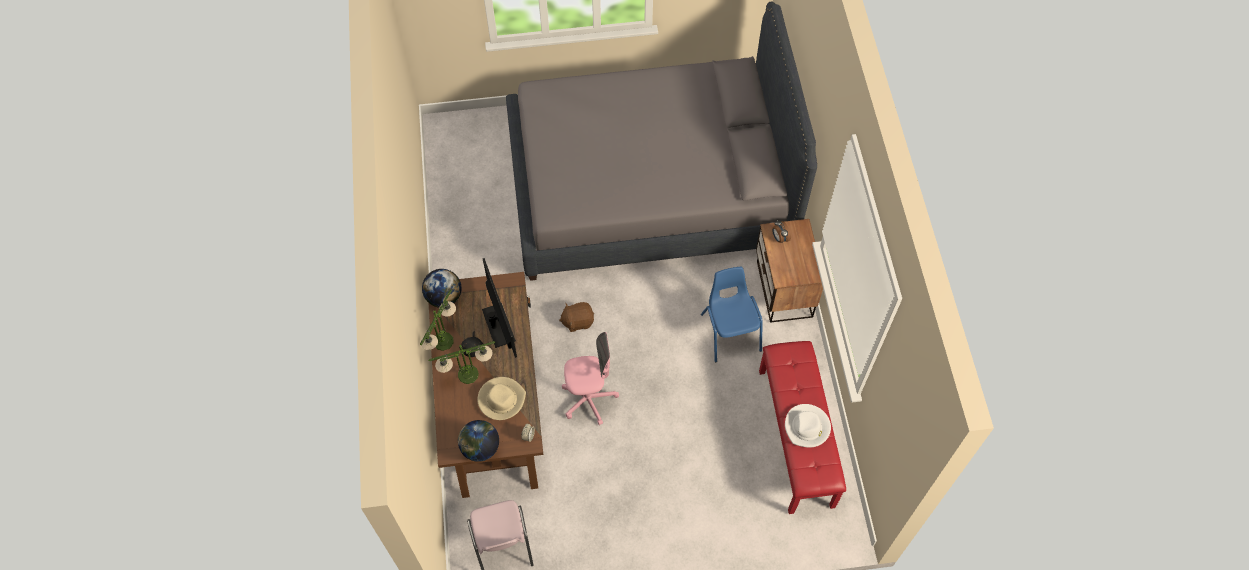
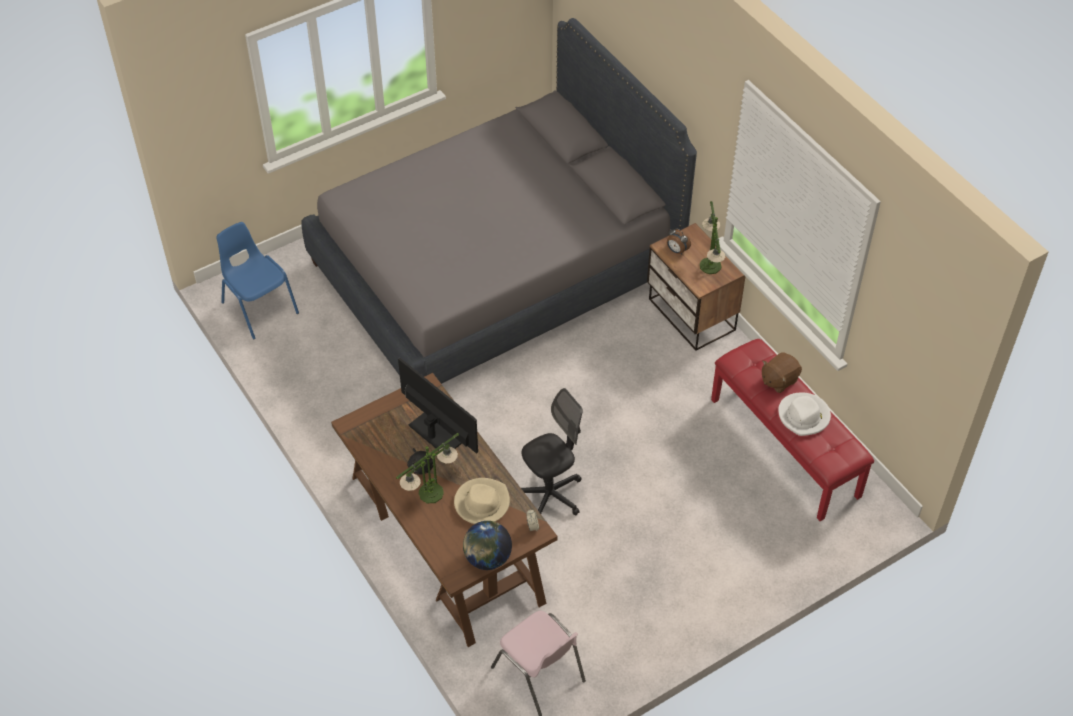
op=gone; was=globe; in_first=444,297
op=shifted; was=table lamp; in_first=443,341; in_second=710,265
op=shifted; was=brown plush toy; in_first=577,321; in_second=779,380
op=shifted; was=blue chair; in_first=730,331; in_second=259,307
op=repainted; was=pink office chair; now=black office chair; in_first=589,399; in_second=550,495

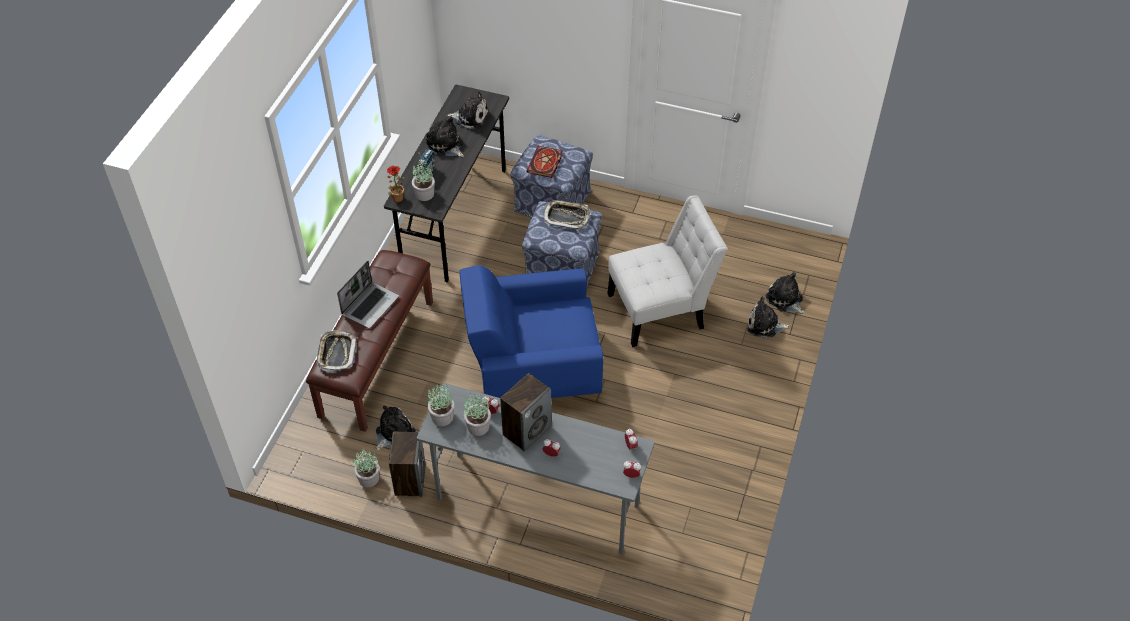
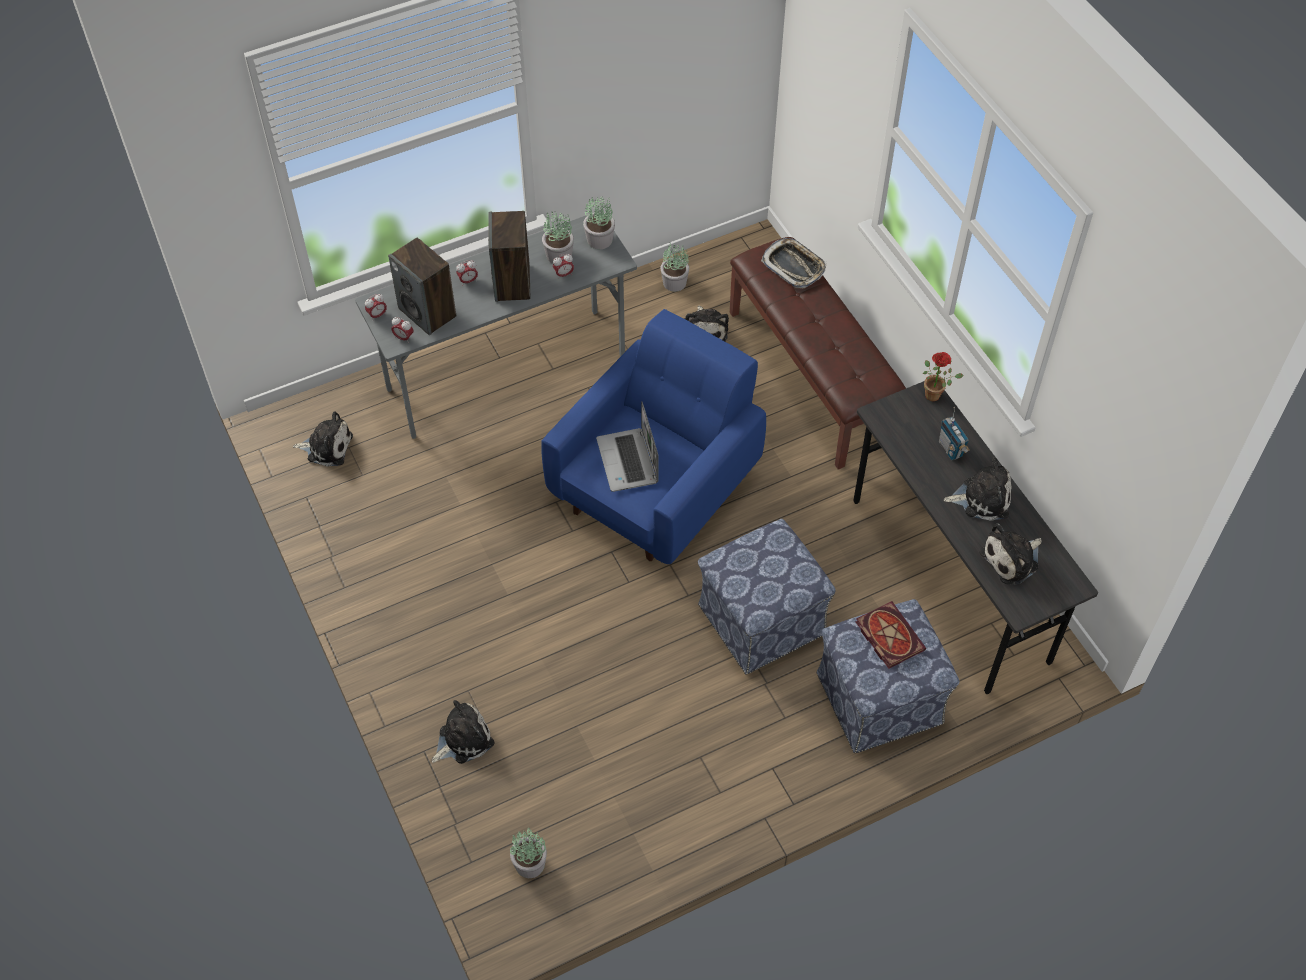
op=gone; was=tray; in_first=566,217
op=gone; was=white chair; in_first=661,310
op=shifted; was=laptop; in_first=370,305; in_second=628,462
op=shifted; was=speaker; in_first=410,480; in_second=428,312
op=shifted; was=potted plant; in_first=425,194; in_second=529,864
op=shifted; was=plush toy; in_first=785,300; in_second=327,447

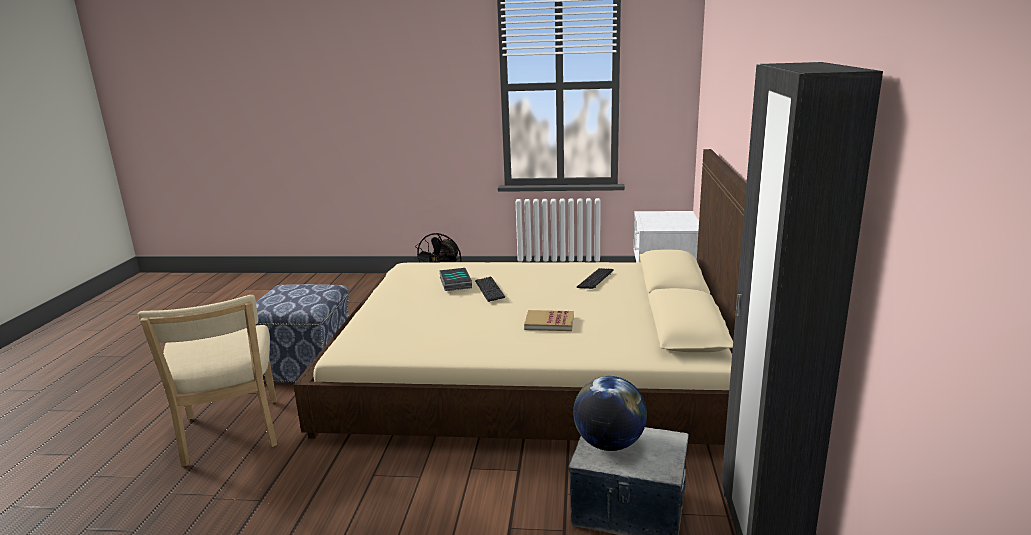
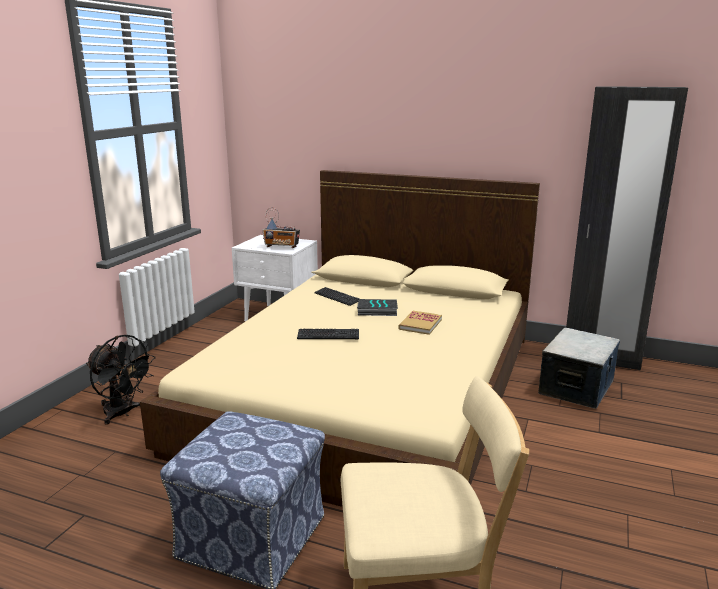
op=gone; was=globe; in_first=609,444
op=new; now=radio; in_second=282,247
op=shifted; was=book; in_first=454,282; in_second=377,311

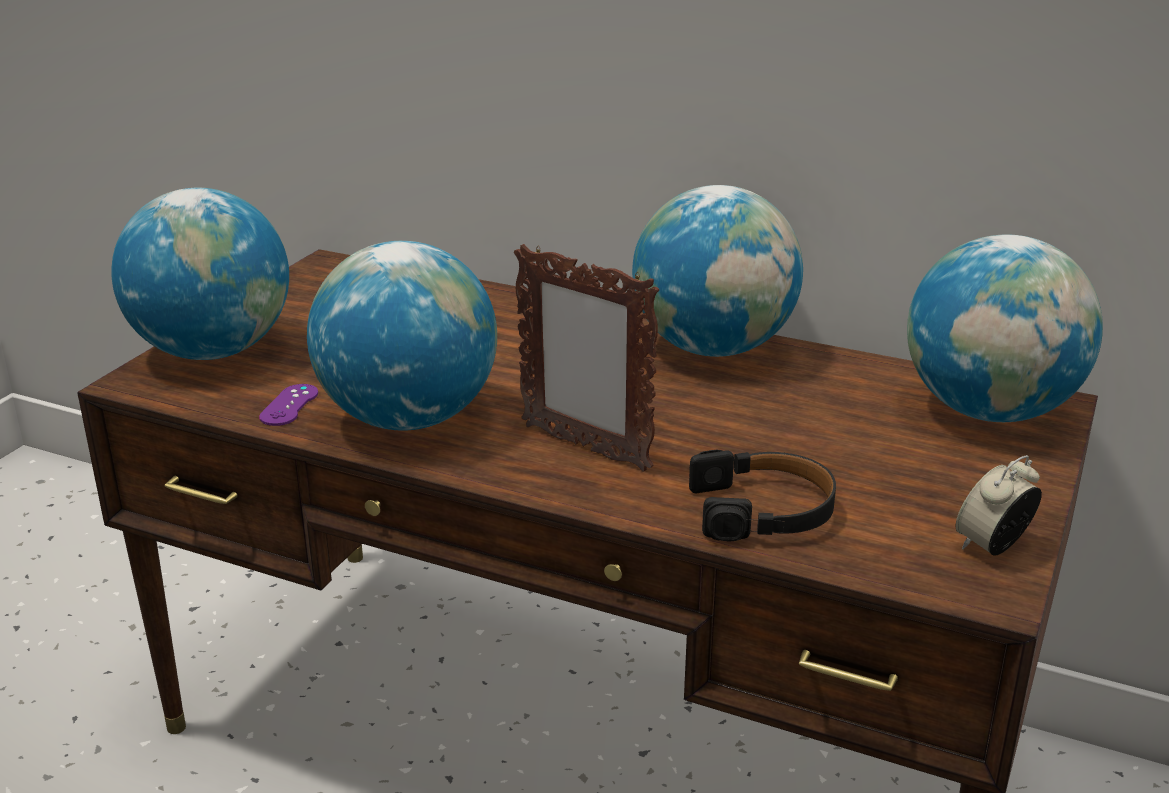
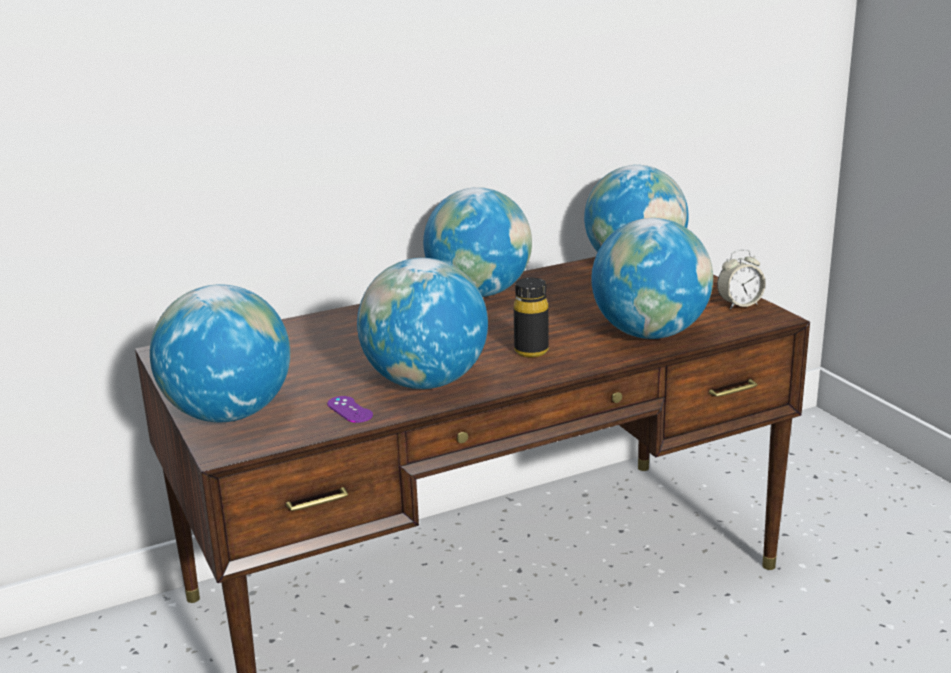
op=swapped; was=picture frame; now=black bottle; in_first=584,447; in_second=531,351
op=swapped; was=black headphones; now=globe; in_first=763,510; in_second=650,334
op=rotated; was=alarm clock; in_first=992,546; in_second=739,304; clockwise=-105

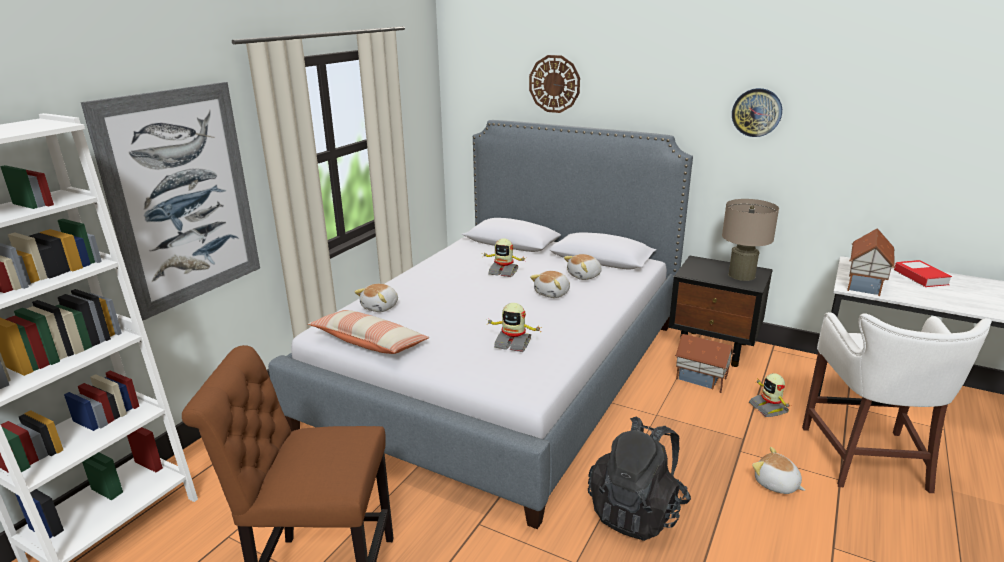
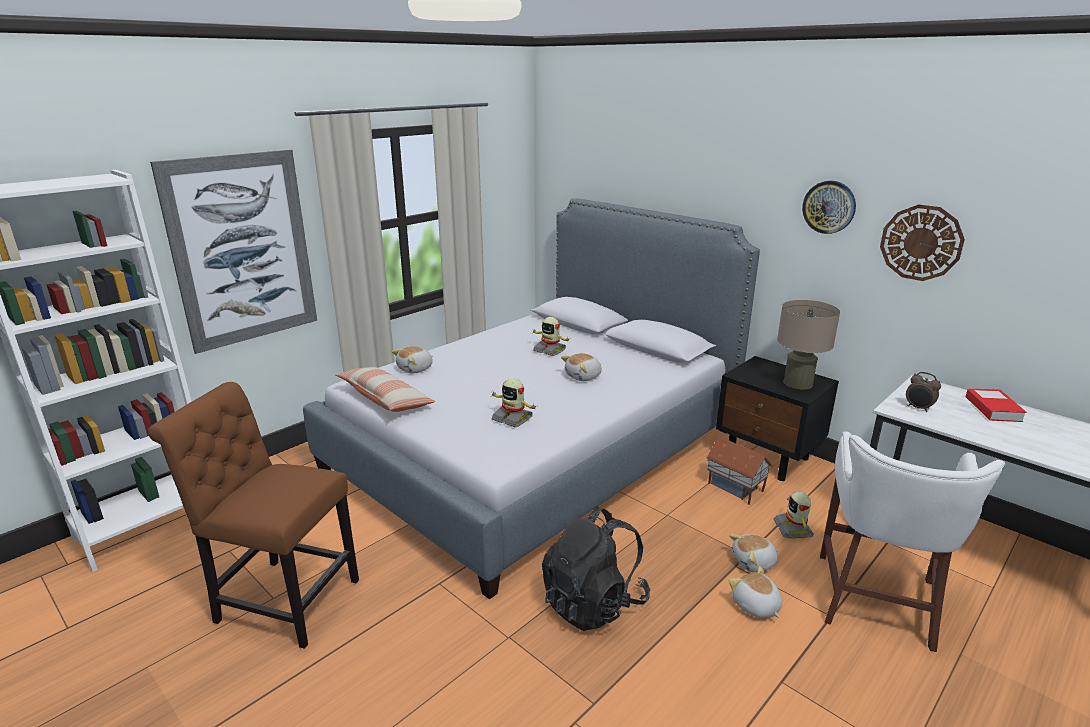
op=shifted; was=wall clock; in_first=554,84; in_second=921,242
op=shifted; was=plush toy; in_first=584,276; in_second=754,563
op=swapped; was=toy house; now=alarm clock; in_first=866,284; in_second=918,408

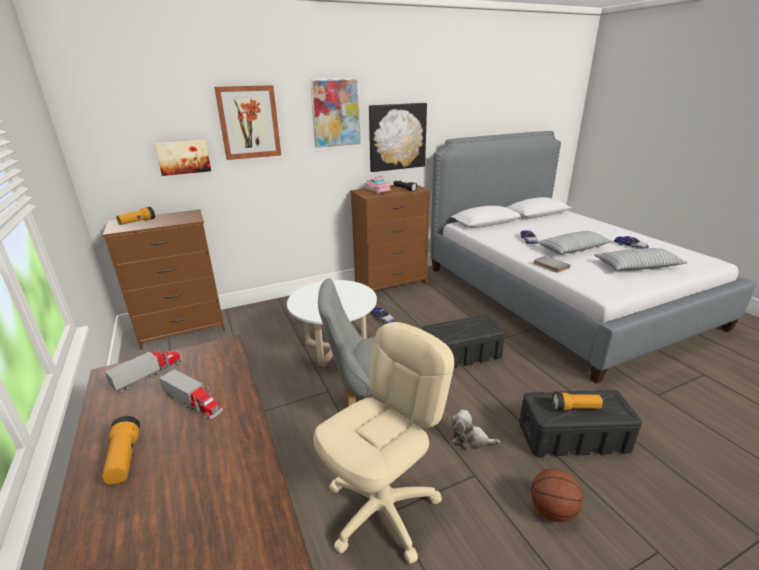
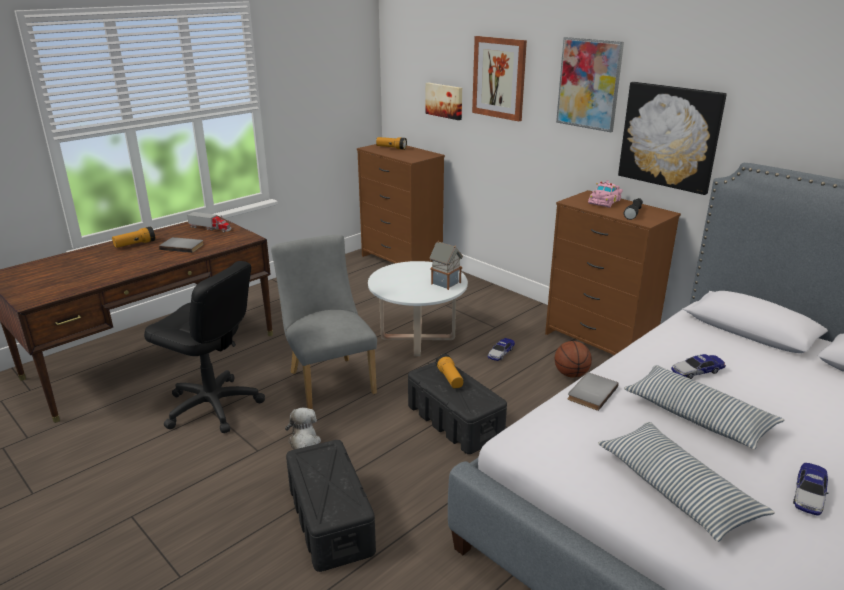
op=new; now=toy house; in_second=445,283
op=shifted; was=basketball; in_first=552,510; in_second=571,374
op=shifted; was=flashlight; in_first=575,408; in_second=449,378
op=swapped; was=toy truck; now=grey book; in_first=193,402; in_second=183,246
op=repainted; was=beige office chair; now=black office chair; in_first=383,509; in_second=213,406

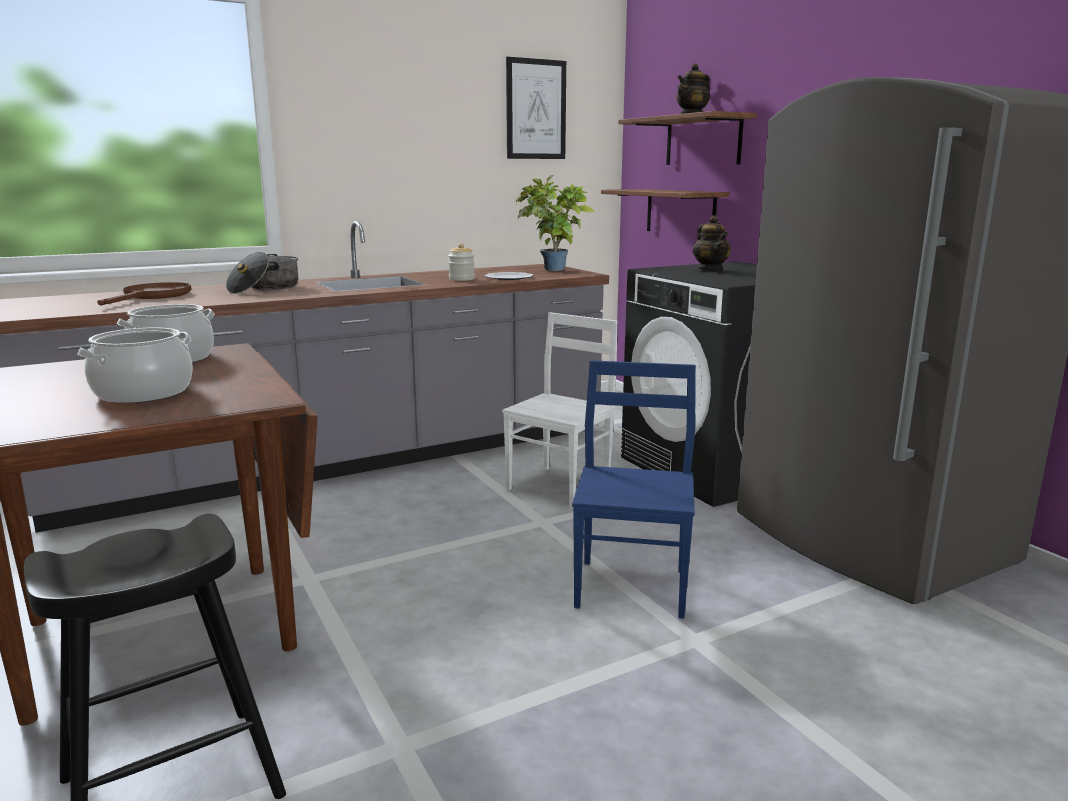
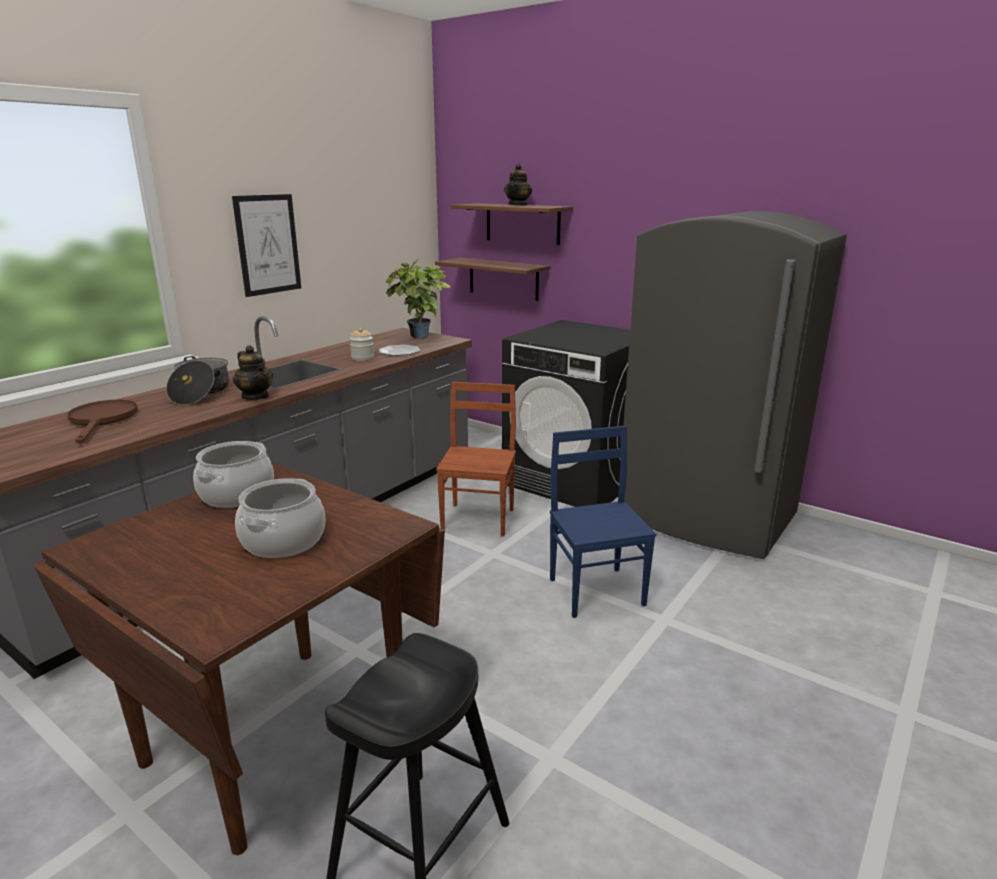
op=shifted; was=picture; in_first=536,109; in_second=268,244
op=shifted; was=teapot; in_first=710,270; in_second=256,396
op=repainted; was=white chair; now=brown chair; in_first=560,486; in_second=479,519

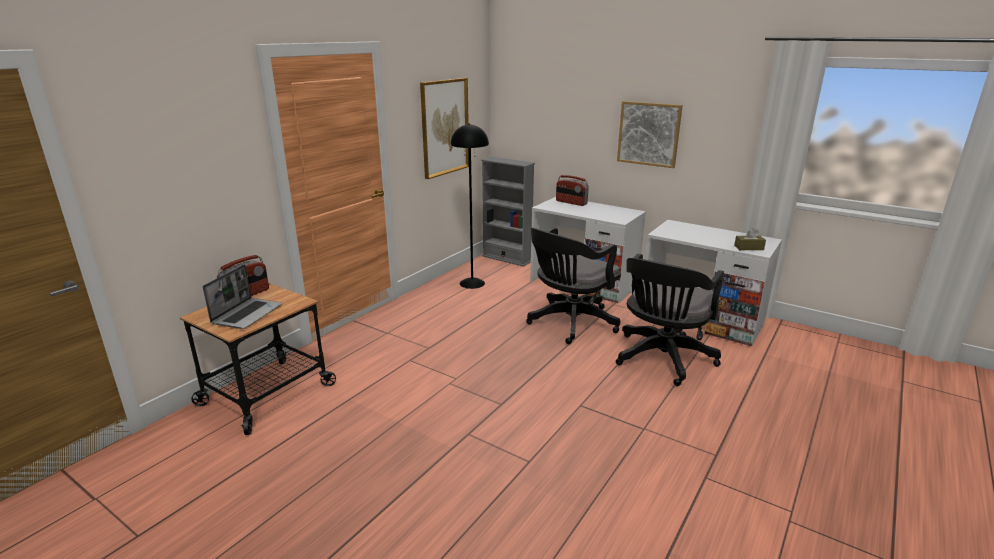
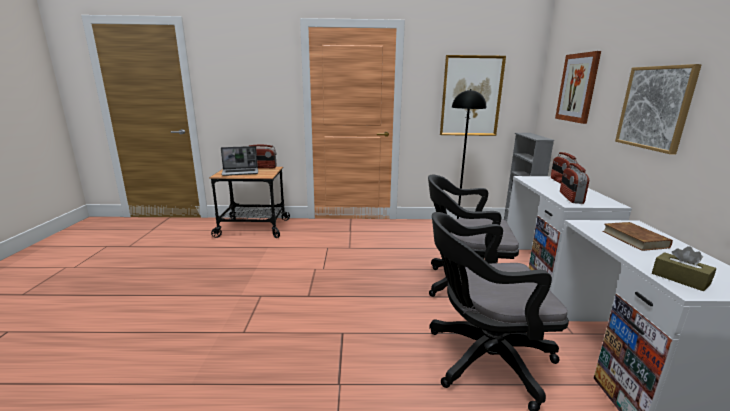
op=new; now=picture; in_second=577,88
op=new; now=radio; in_second=570,198
op=new; now=brown book; in_second=634,239

